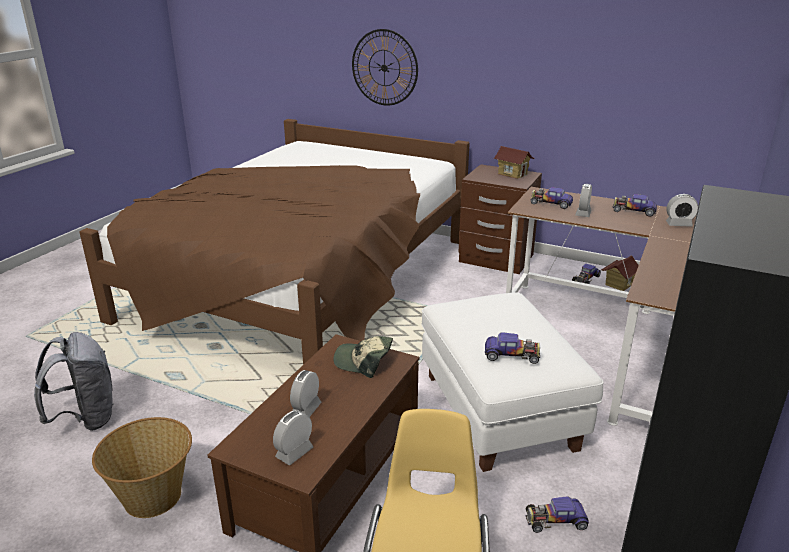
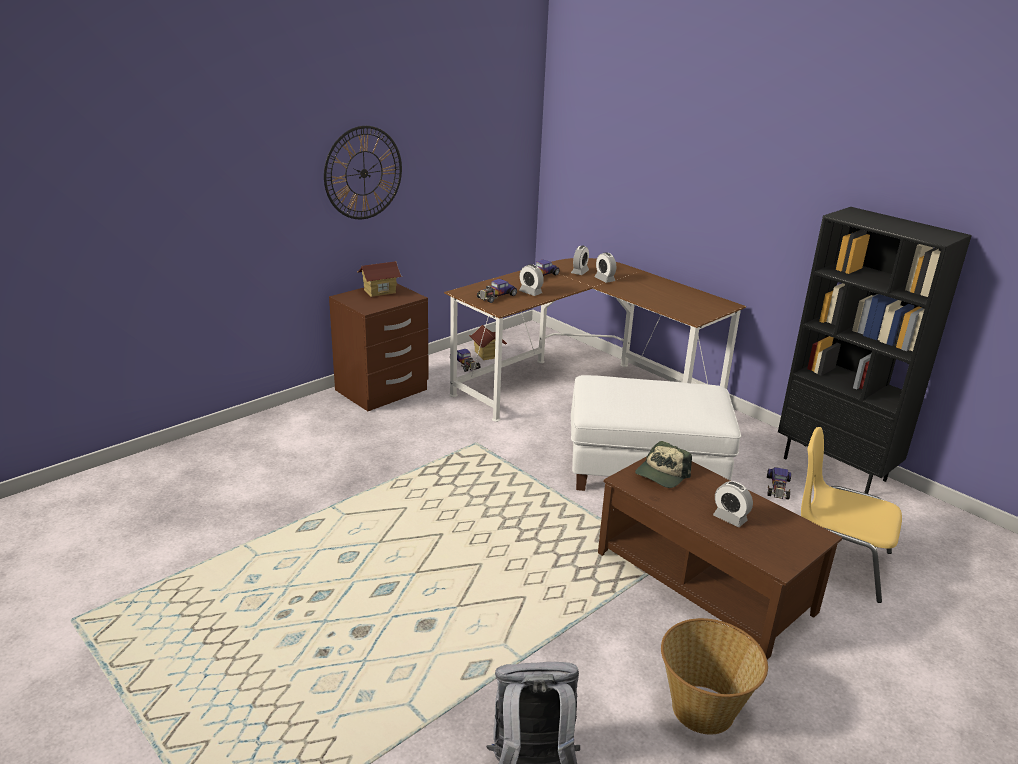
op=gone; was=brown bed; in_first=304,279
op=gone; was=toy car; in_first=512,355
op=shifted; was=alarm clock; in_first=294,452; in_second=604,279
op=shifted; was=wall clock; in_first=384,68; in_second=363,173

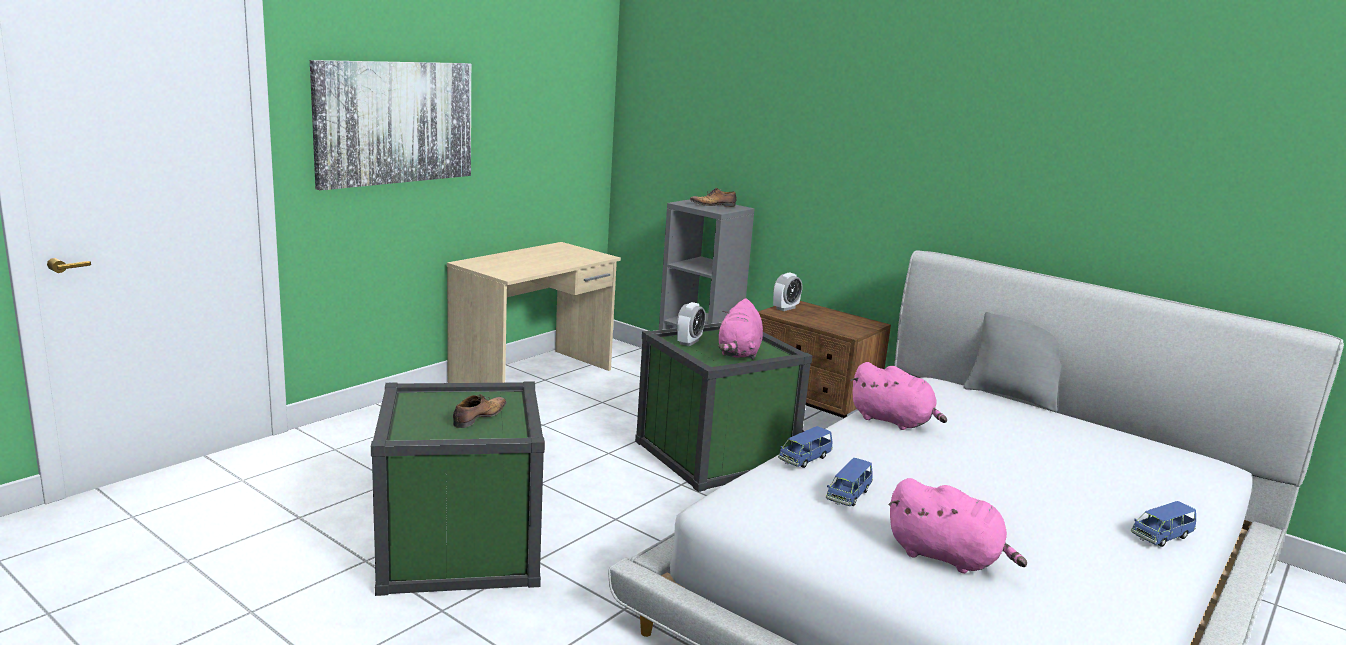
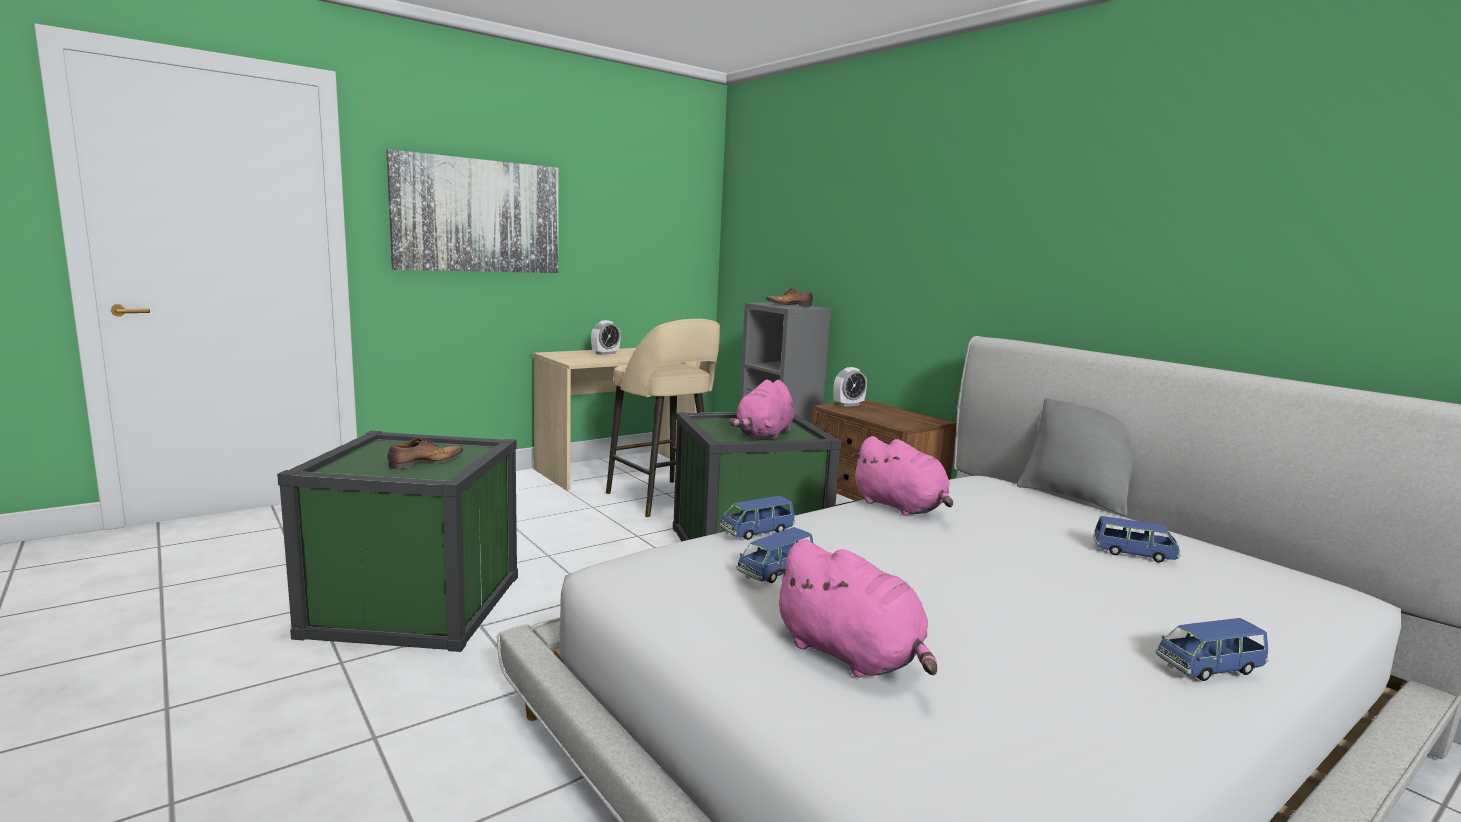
op=new; now=beige stool; in_second=662,499
op=new; now=blue toy car; in_second=1133,553
op=shifted; was=alarm clock; in_first=689,342; in_second=605,353

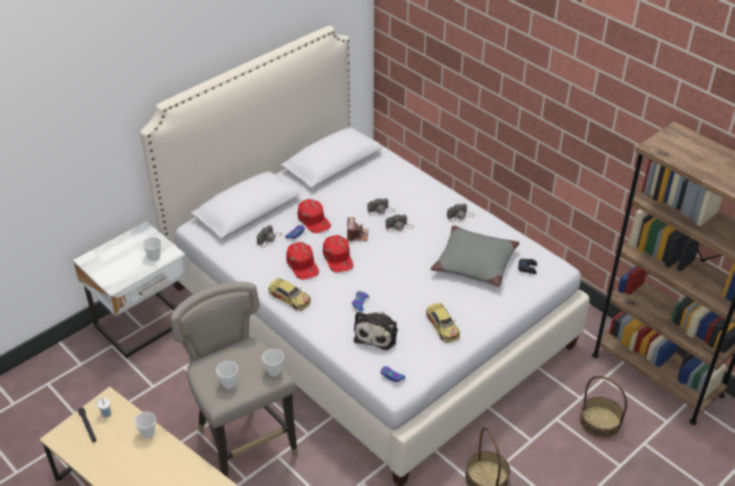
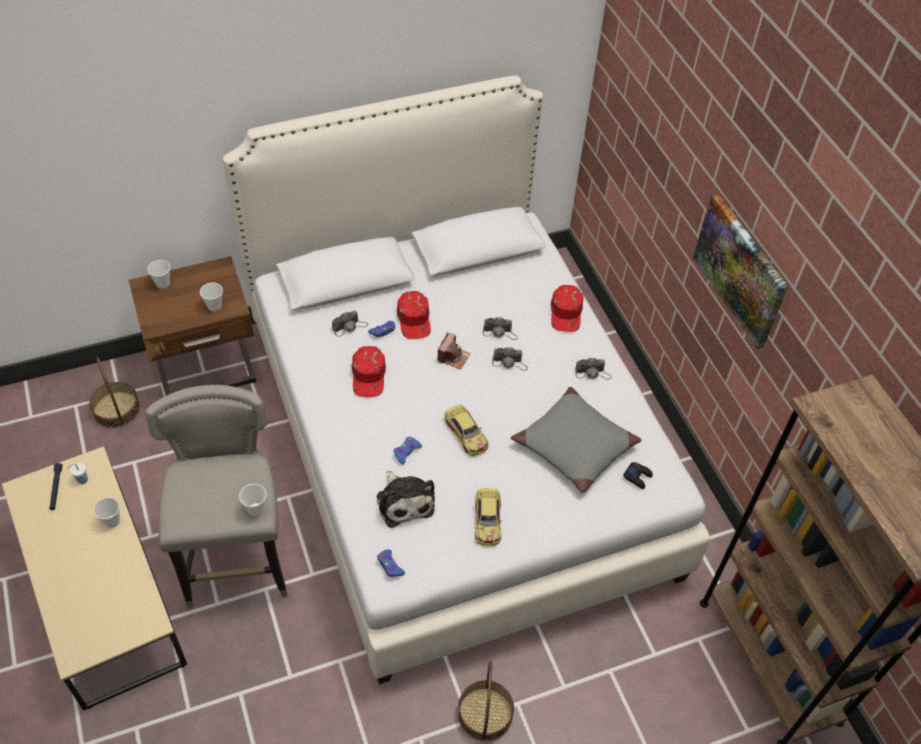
op=new; now=picture; in_second=741,270
op=shifted; was=cup; in_first=229,384; in_second=163,283
op=shifted; was=toy car; in_first=290,297; in_second=466,433
op=shifted; was=red cap; in_first=338,258; in_second=566,313
op=shifted; was=basket; in_first=600,421; in_second=117,409
op=repainted; was=white nightstand; now=brown nightstand; in_first=144,325; in_second=207,370
op=rotated; was=plush toy; in_first=377,334; in_second=404,501; clockwise=-60

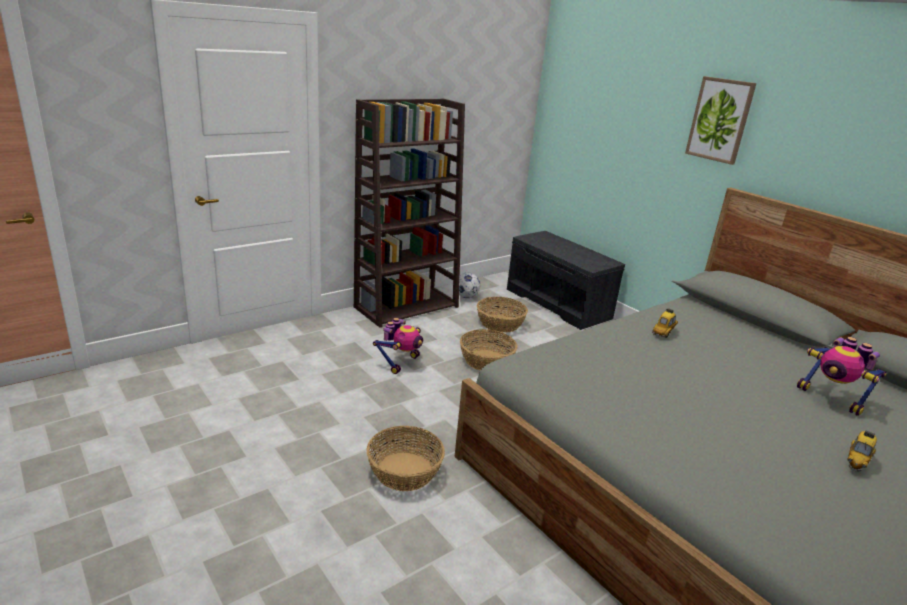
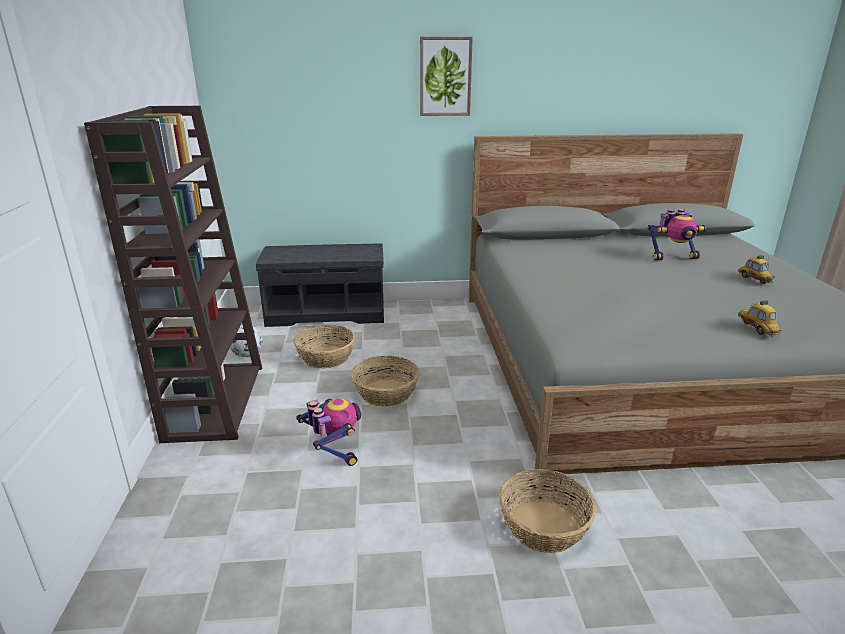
op=shifted; was=toy car; in_first=664,332; in_second=756,328

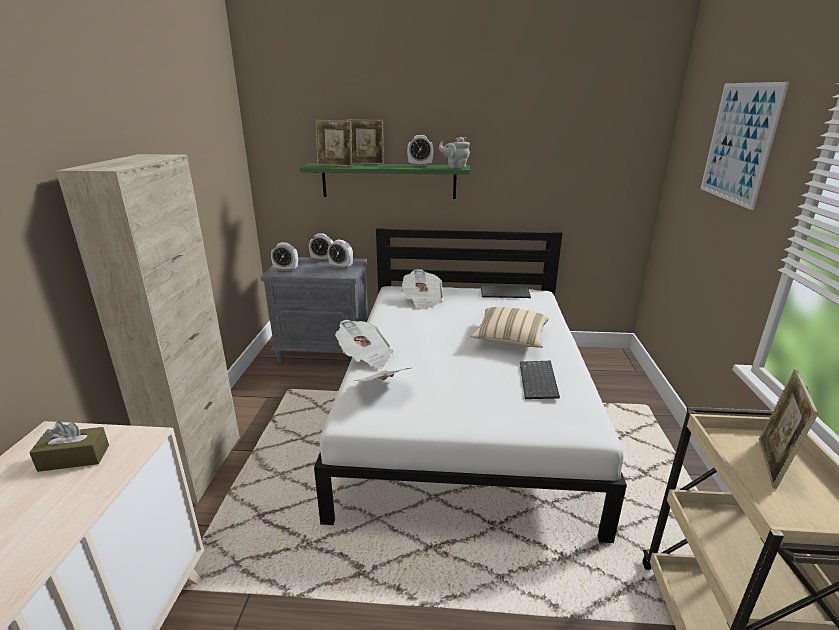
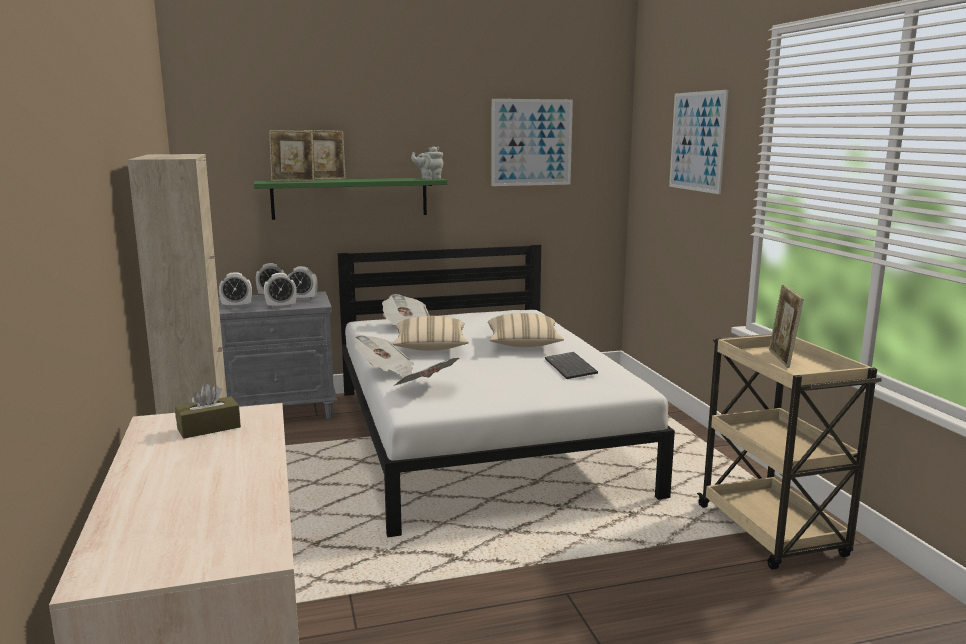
op=gone; was=keyboard; in_first=505,293
op=new; now=beige pillow; in_second=430,348
op=new; now=picture; in_second=531,142
op=shifted; was=alarm clock; in_first=420,165; in_second=281,307

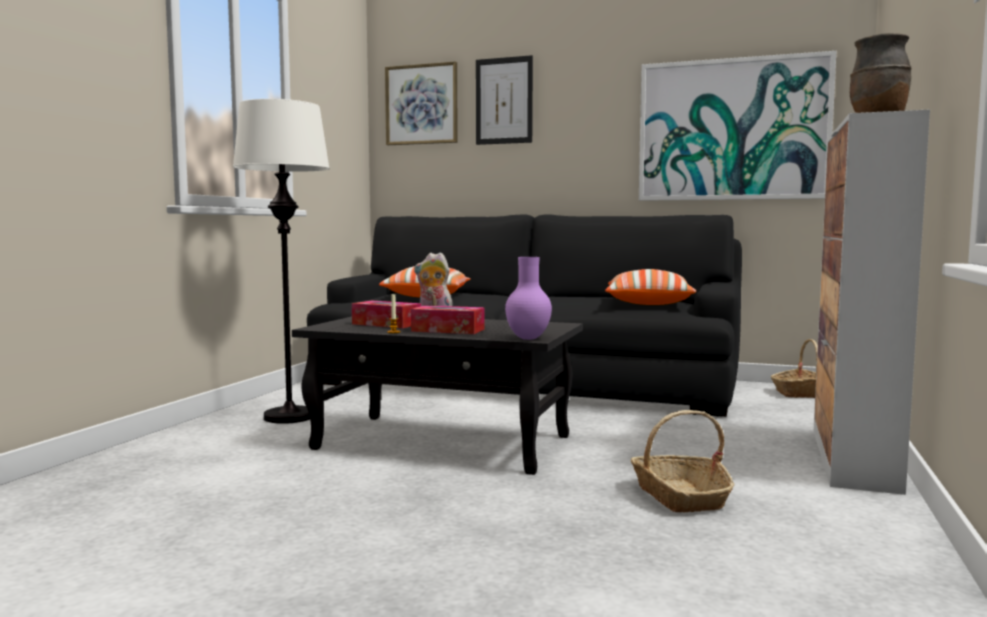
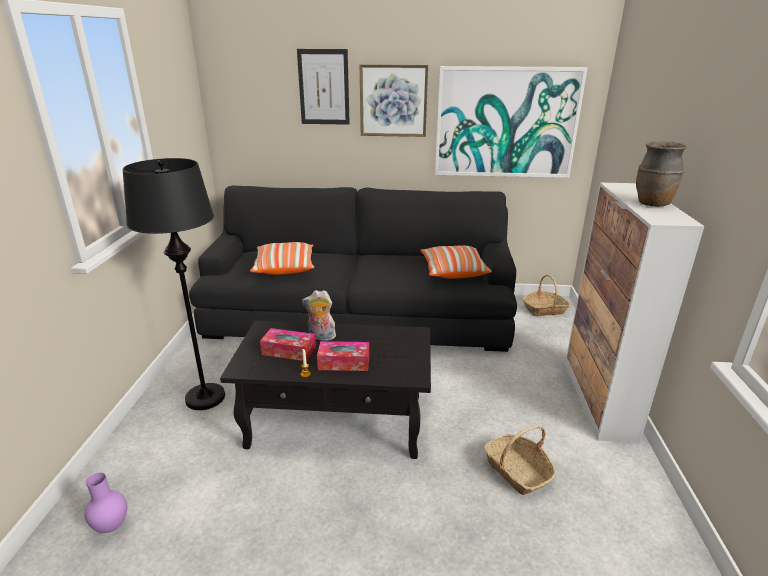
op=shifted; was=picture; in_first=421,104; in_second=393,101
op=shifted; was=purple vase; in_first=529,338; in_second=112,526
op=repainted; was=white floor lamp; now=black floor lamp; in_first=290,417; in_second=205,397

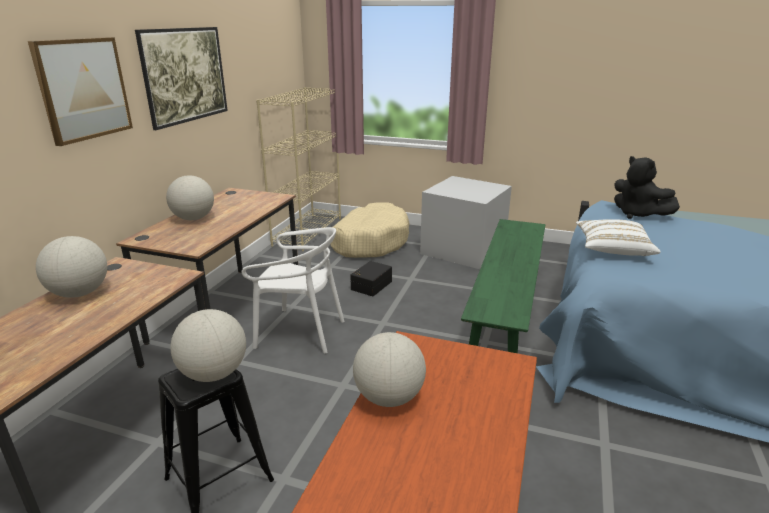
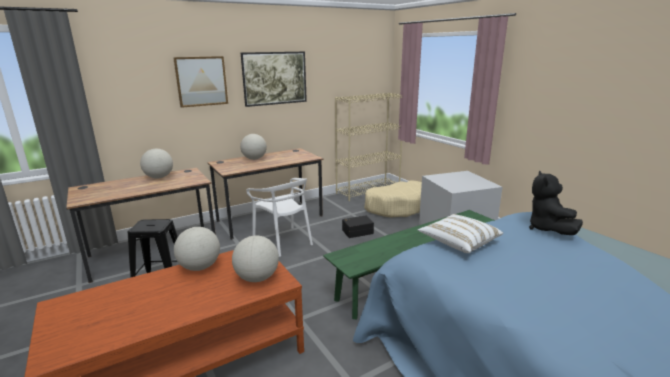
op=shifted; was=globe; in_first=213,374; in_second=257,278

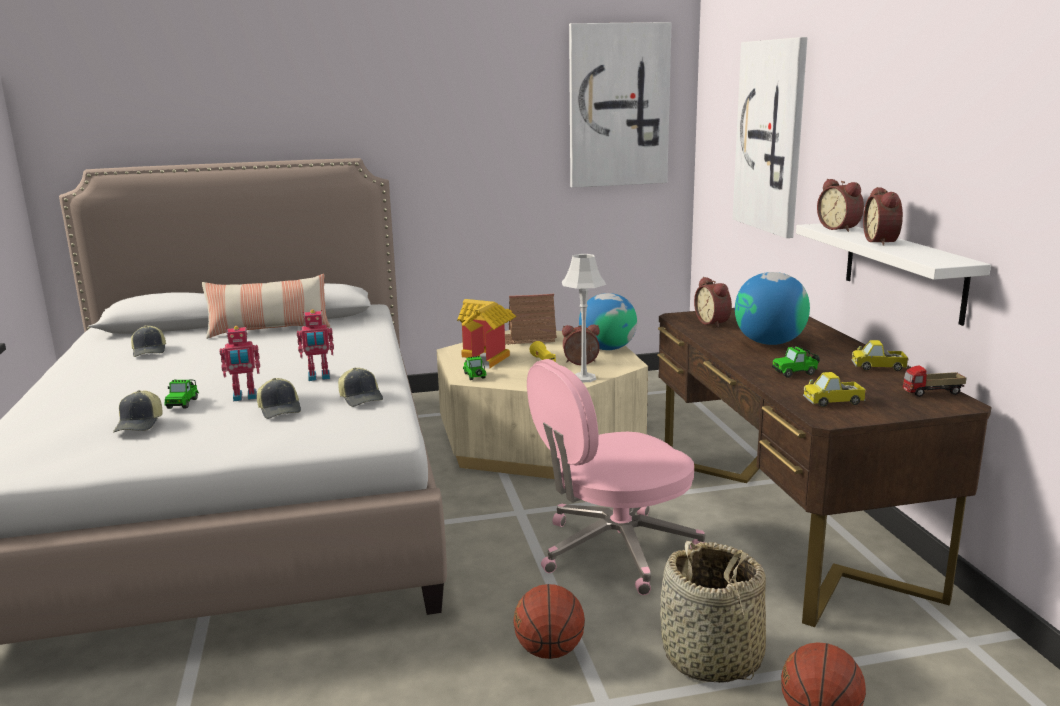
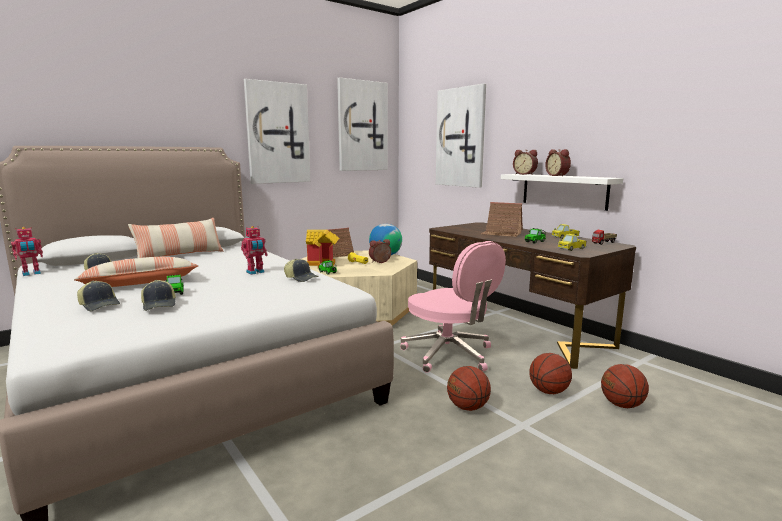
op=gone; was=grey table lamp; in_first=583,378
op=gone; was=alarm clock; in_first=714,322
op=new; now=pillow; in_second=140,284
op=new; now=picture; in_second=278,133
op=shifted; was=toy robot; in_first=245,397; in_second=31,274
op=shifted; was=cap; in_first=280,409; in_second=100,305
op=swapped; was=basket; now=basketball; in_first=712,658; in_second=548,391
op=swapped; was=globe; now=toy house; in_first=769,342; in_second=501,233
op=rotated; was=pink office chair; in_first=614,550; in_second=450,355; clockwise=-75

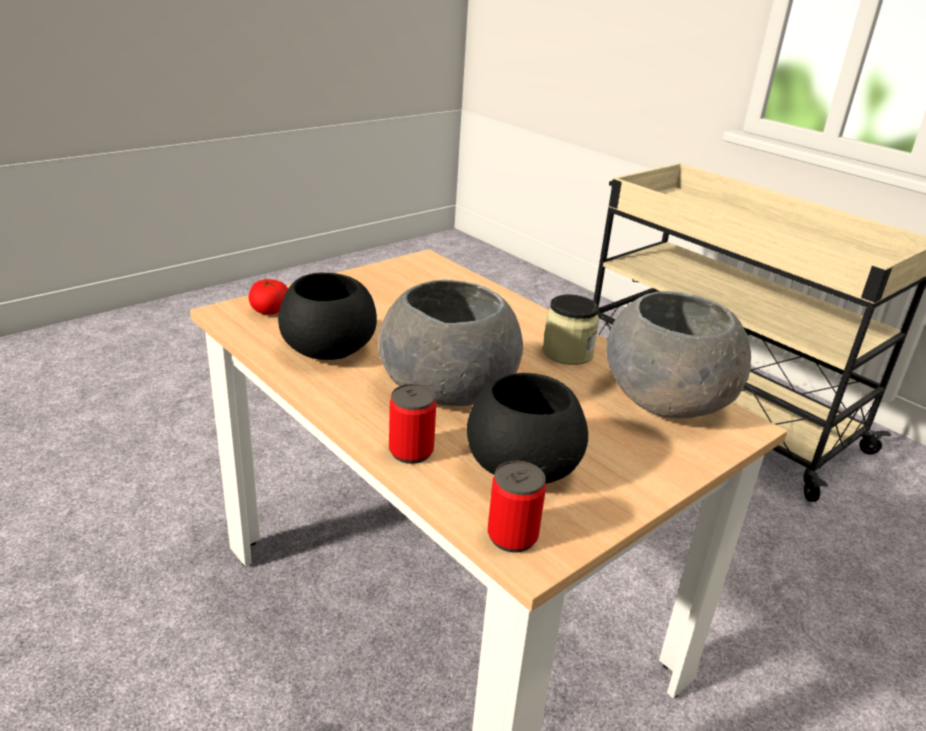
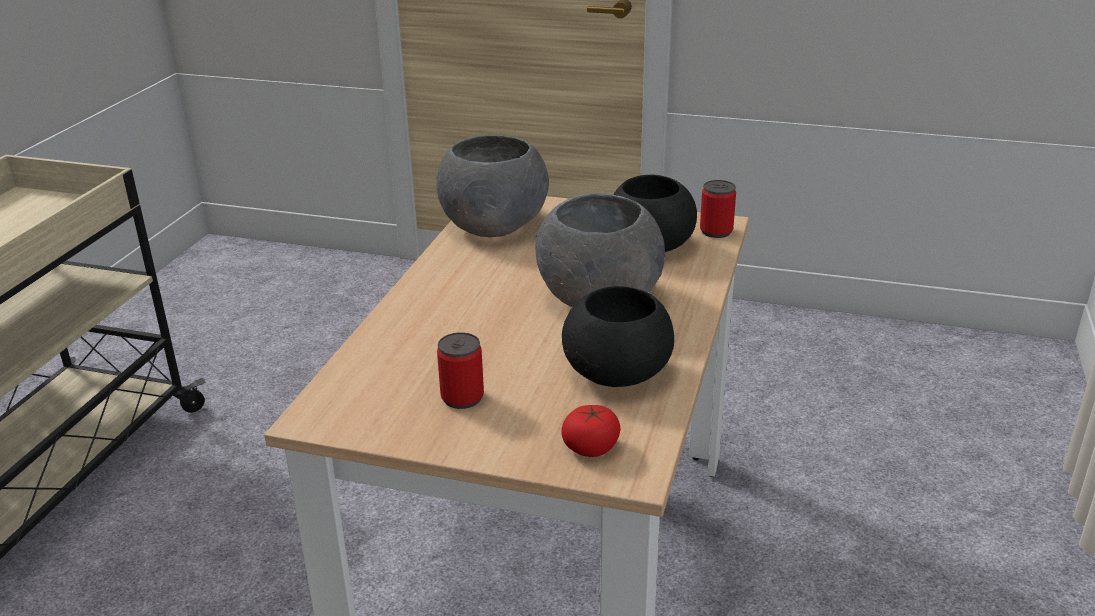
op=gone; was=jar; in_first=567,353
op=shifted; was=can; in_first=411,451; in_second=462,398

